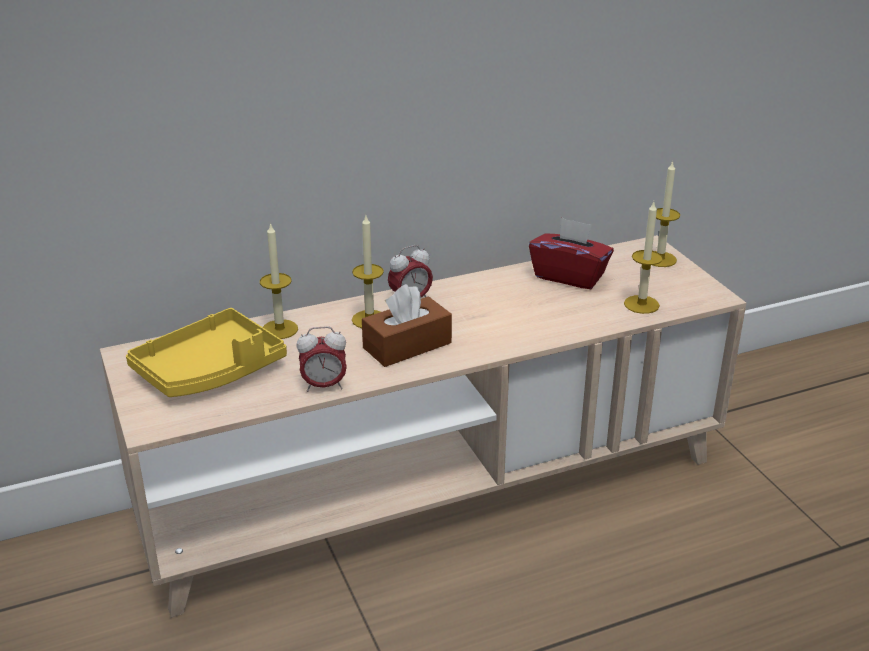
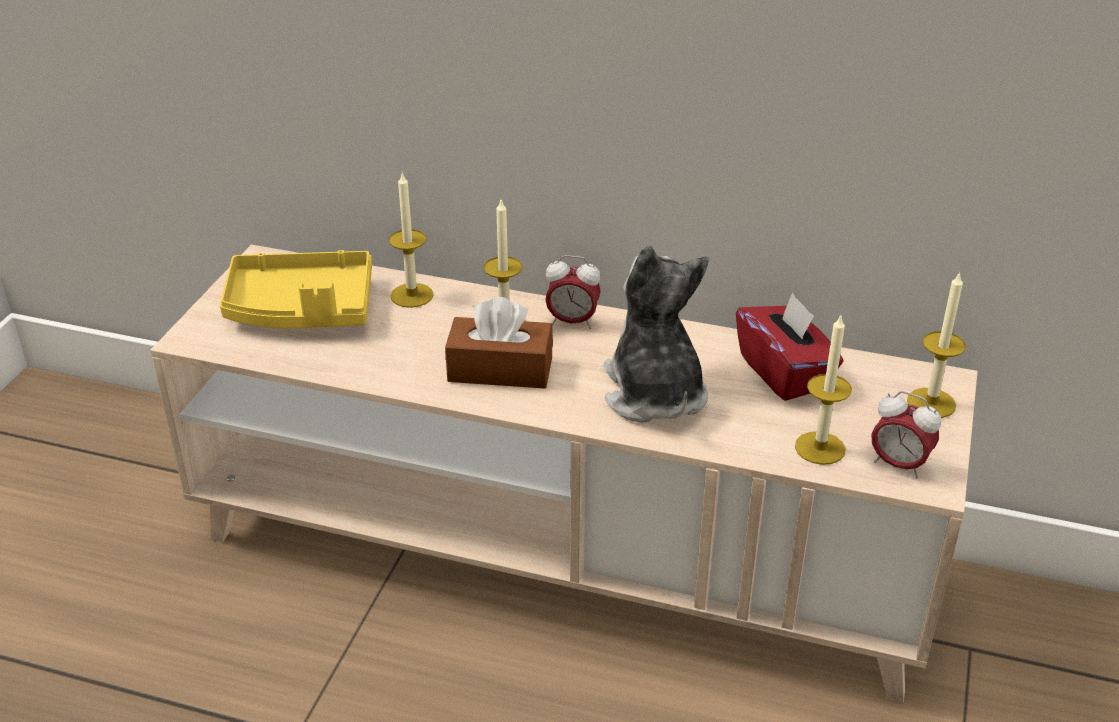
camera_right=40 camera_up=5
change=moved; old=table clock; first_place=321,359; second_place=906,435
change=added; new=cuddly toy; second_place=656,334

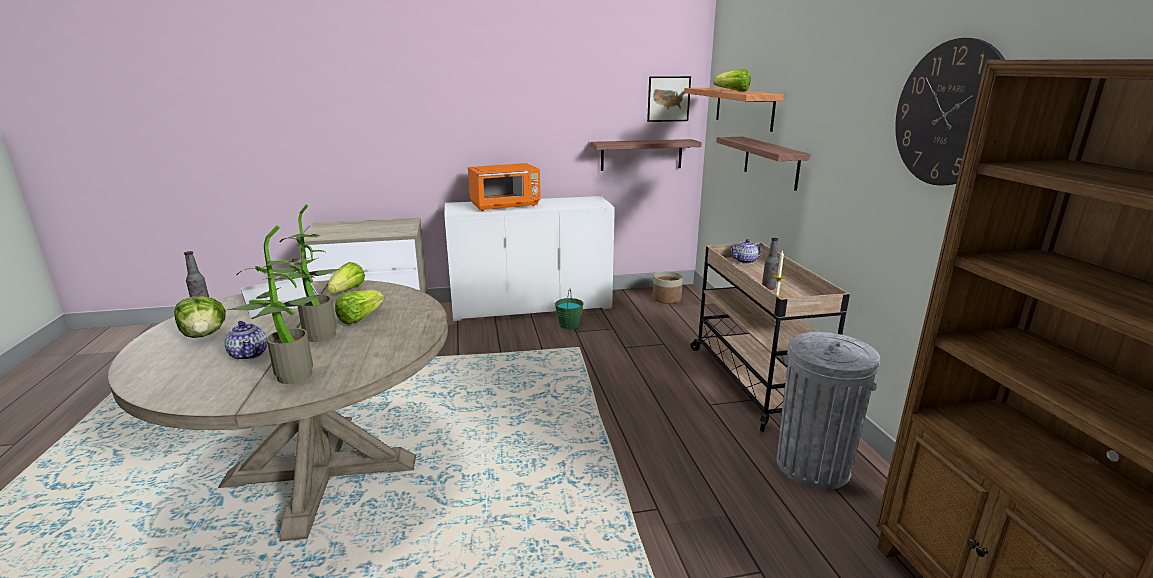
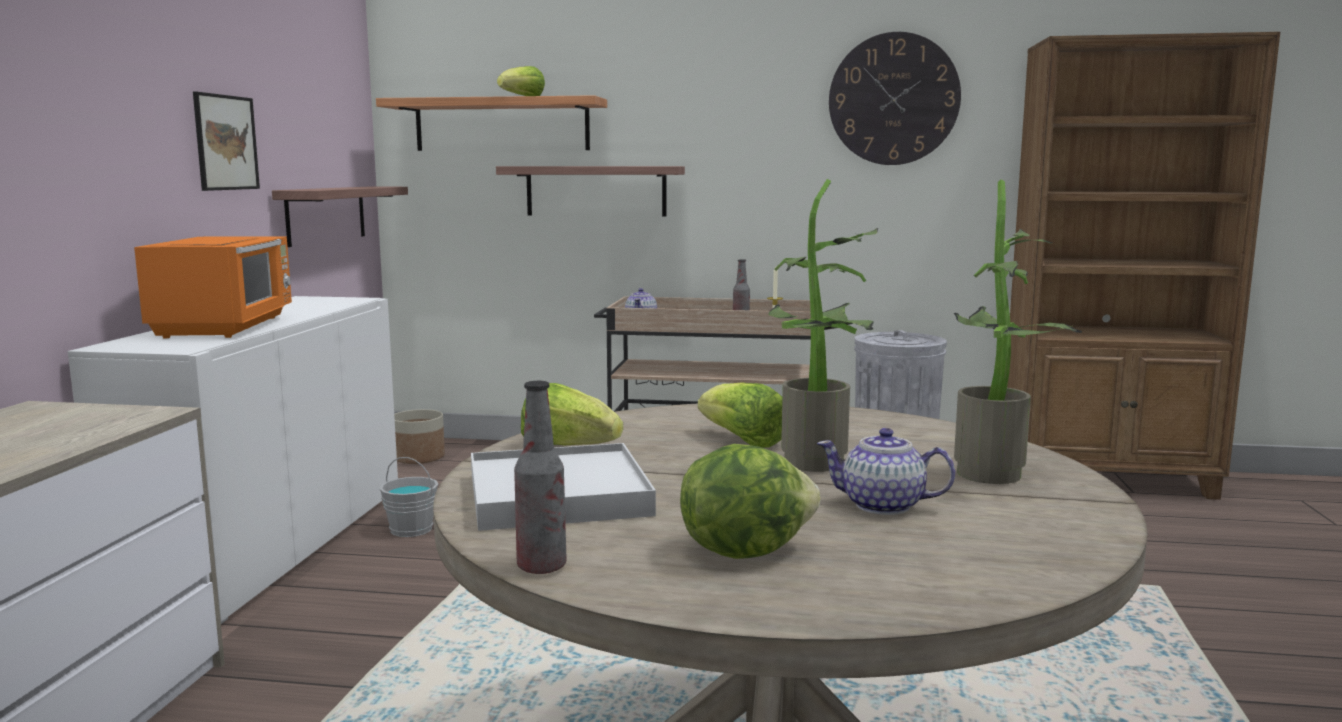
camera_right=-70 camera_up=-10
change=turned; old=teapot; first_place=245,340; second_place=886,471; degrees=-150
change=recoloured; old=pail (green-coloured); new=pail (gray); first_place=569,309; second_place=409,497
change=moved; old=picture; first_place=669,99; second_place=226,141

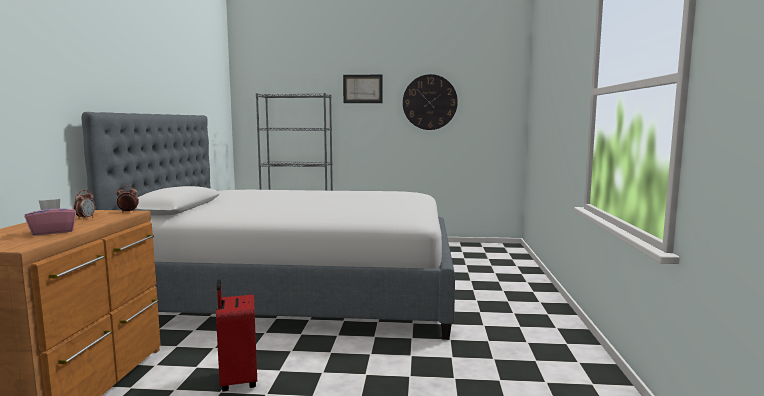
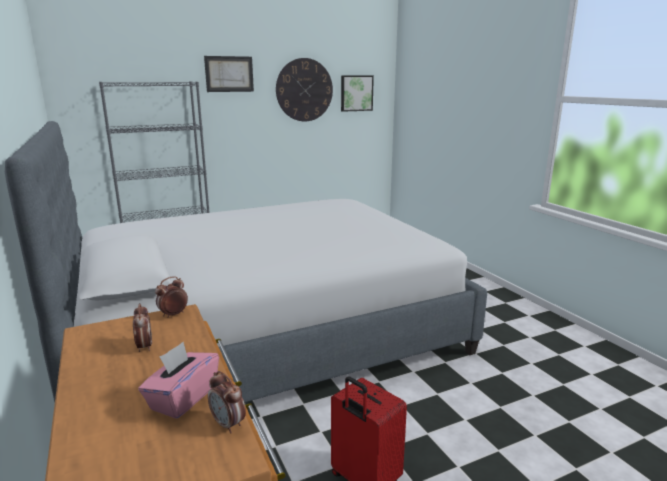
camera_right=-30 camera_up=10
change=added; new=table clock; second_place=227,402
change=added; new=picture; second_place=357,93

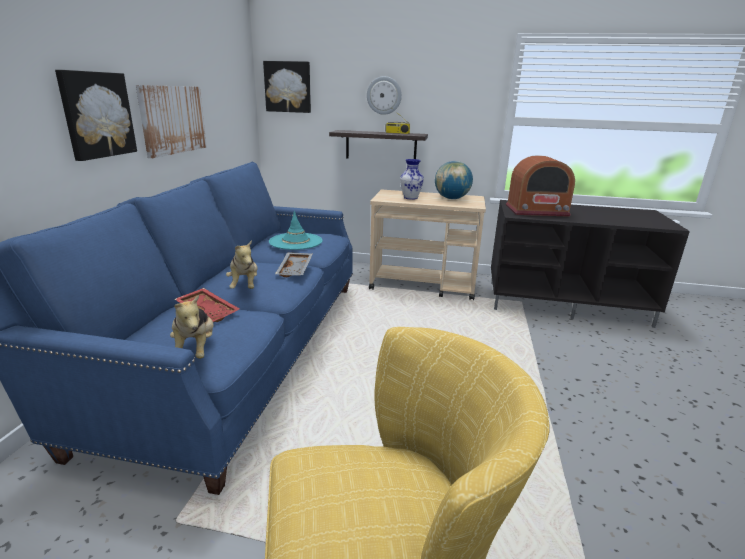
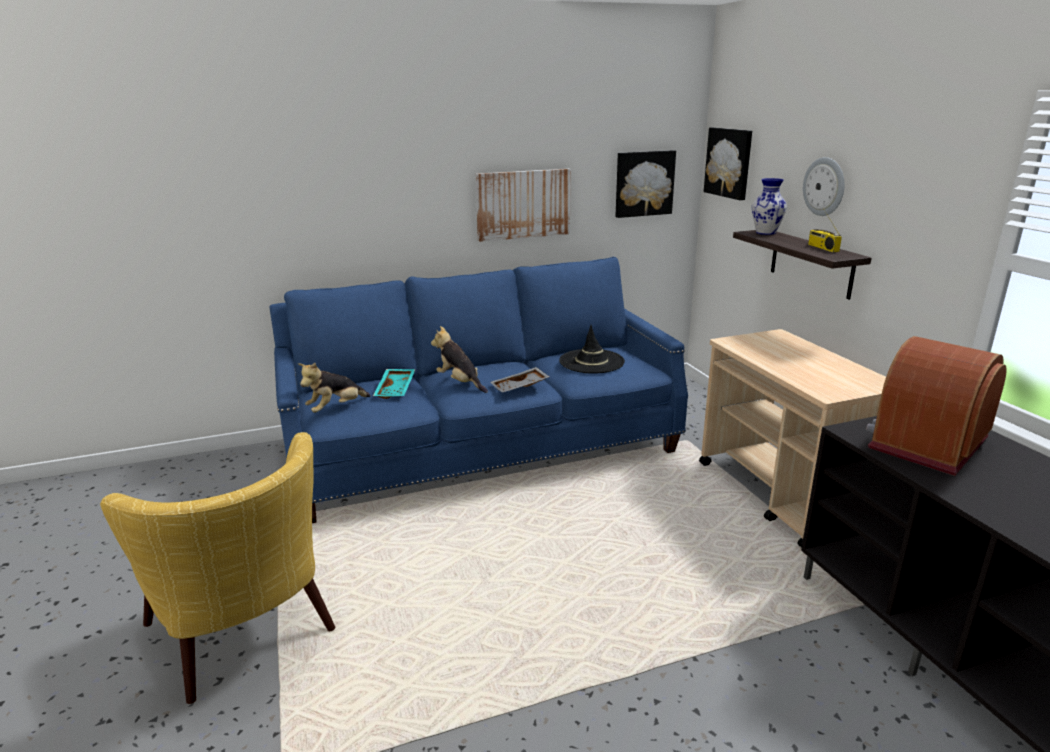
camera_right=60 camera_up=0
change=moved; old=picture; first_place=96,115; second_place=646,184
change=recoloured; old=carrying tray (red-coloured); new=carrying tray (turquoise-coloured); first_place=207,305; second_place=394,384
change=turned; old=cuddly toy; first_place=242,264; second_place=459,359; degrees=90
change=recoloured; old=clothing hat (turquoise-coloured); new=clothing hat (blackish); first_place=296,230; second_place=592,349
change=moved; old=vase; first_place=412,179; second_place=769,206
change=removed; old=globe; first_place=454,180
change=turned; old=radio; first_place=540,186; second_place=936,406; degrees=75

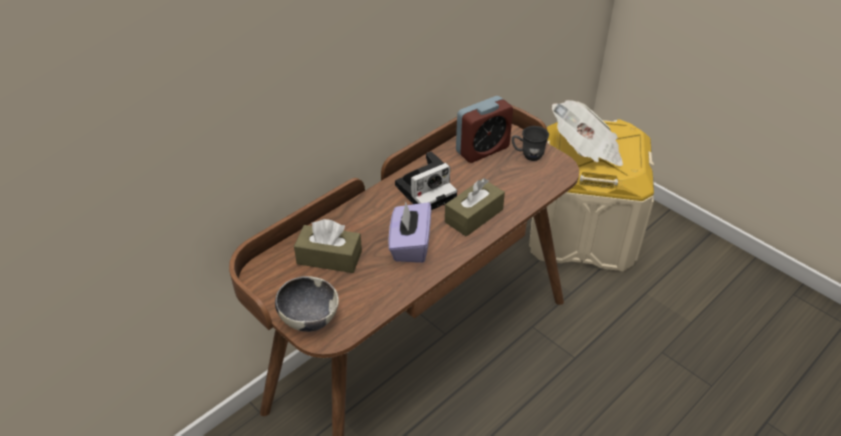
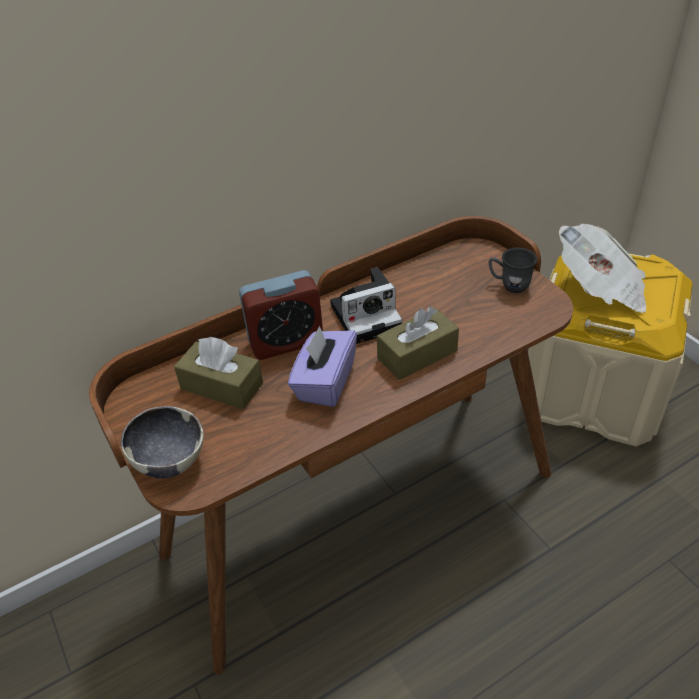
camera_right=15 camera_up=0
change=moved; old=table clock; first_place=484,129; second_place=281,315

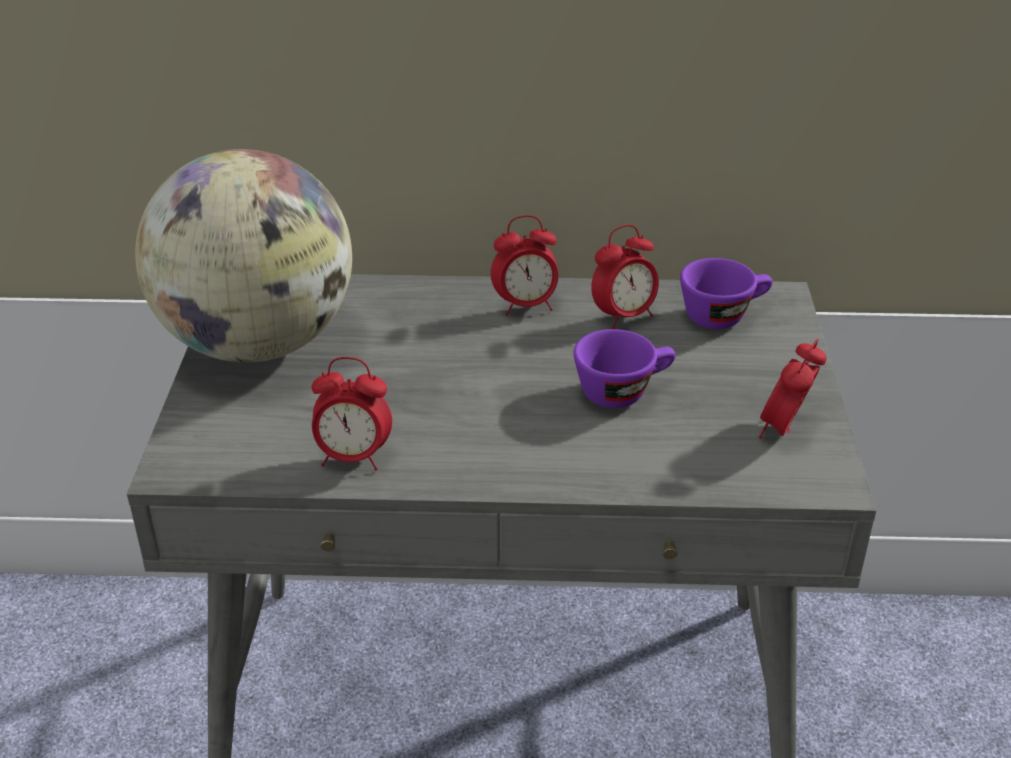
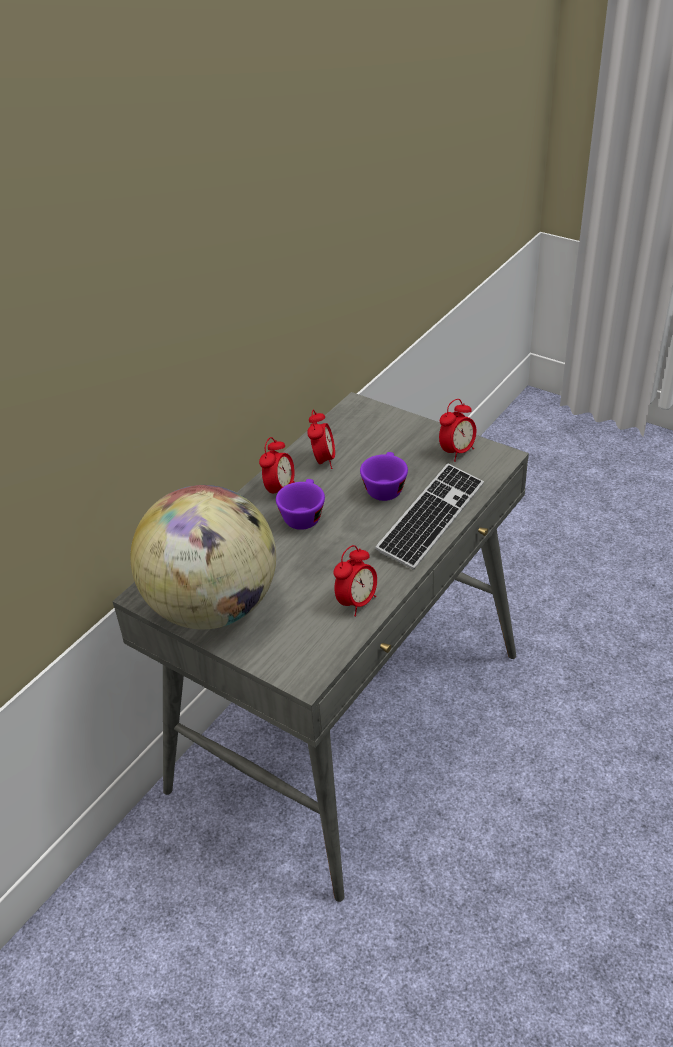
camera_right=-55 camera_up=5
change=moved; old=cup (purplish); first_place=726,293; second_place=300,504
change=turned; old=table clock; first_place=793,389; second_place=457,430; degrees=-105
change=added; new=PC keyboard; second_place=429,517

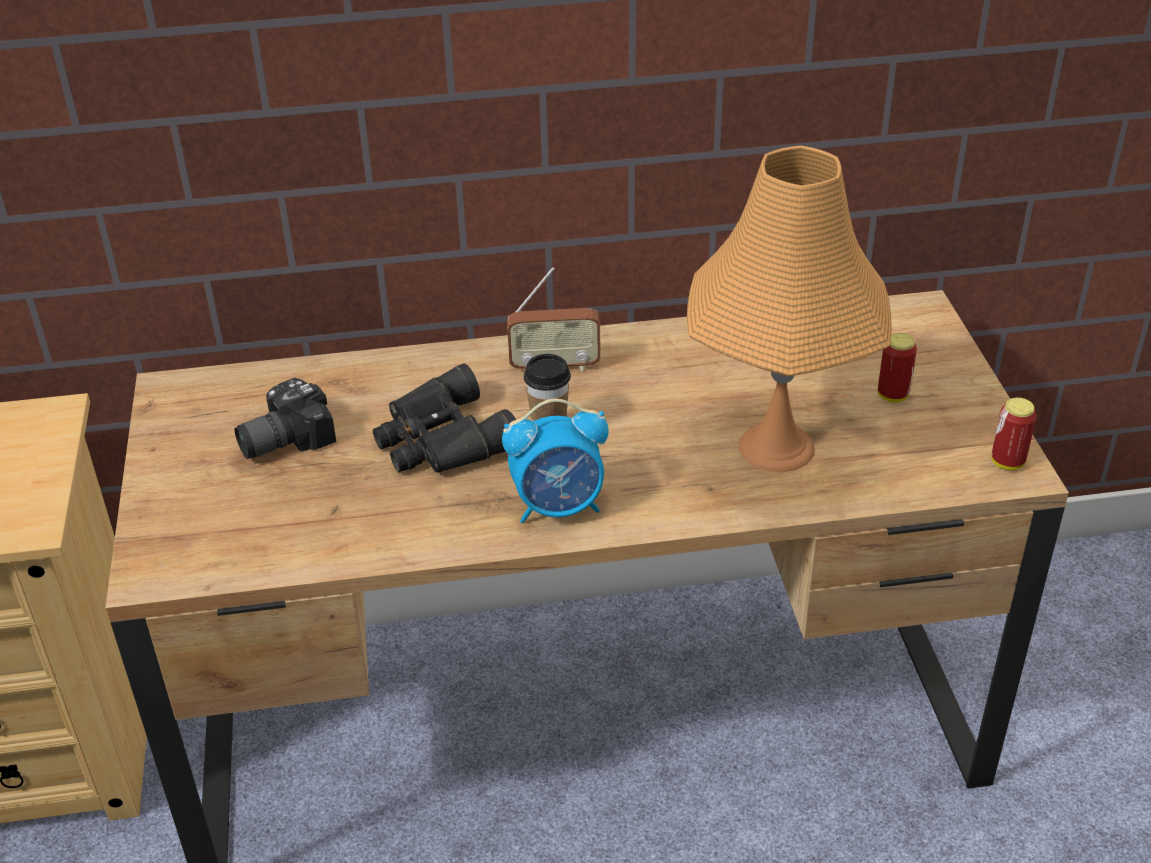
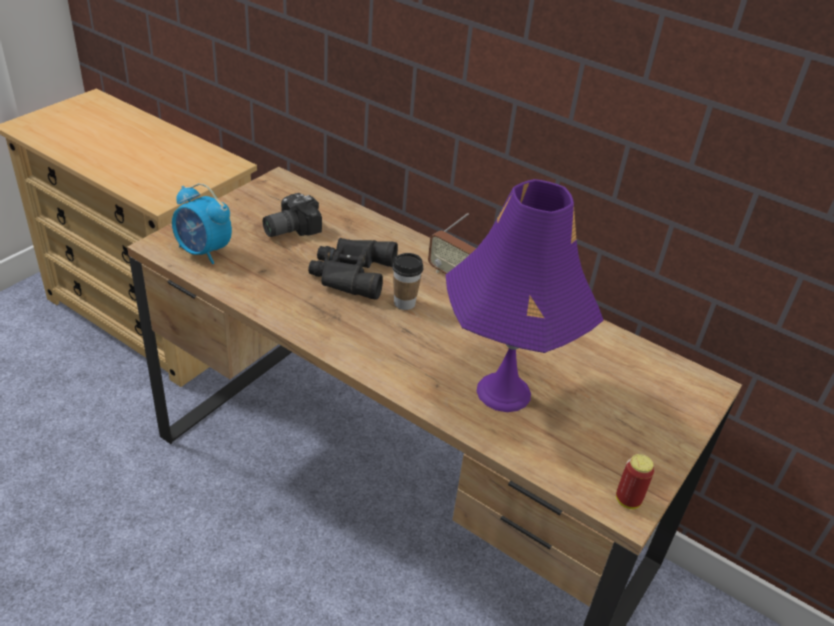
camera_right=40 camera_up=0
change=turned; old=photo camera; first_place=285,418; second_place=292,215; degrees=-45
change=moved; old=table clock; first_place=555,461; second_place=202,223
change=recoloured; old=tabletop lamp (orange-coloured); new=tabletop lamp (purplish); first_place=789,309; second_place=525,295
change=removed; old=metal can; first_place=897,367

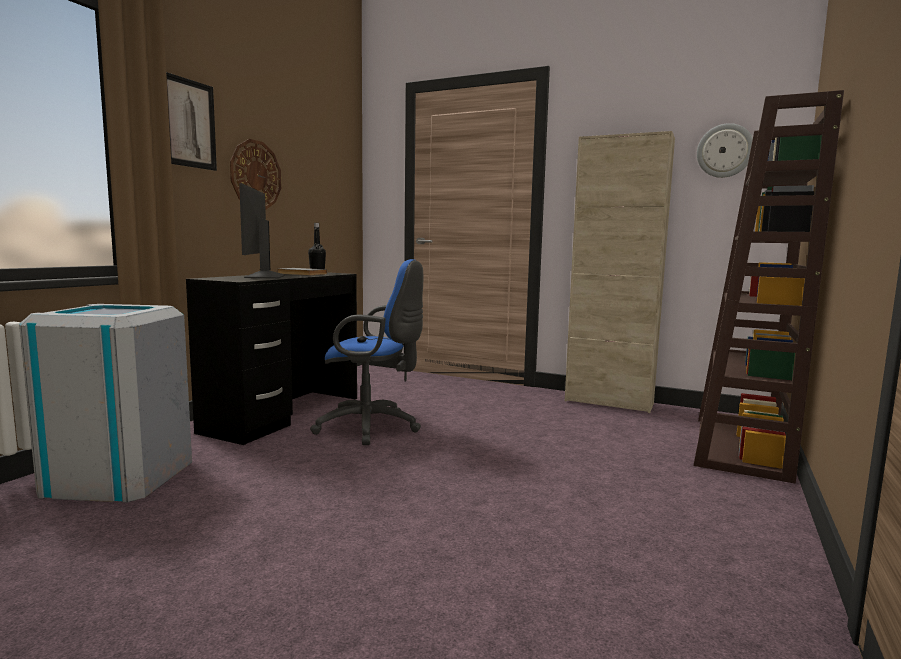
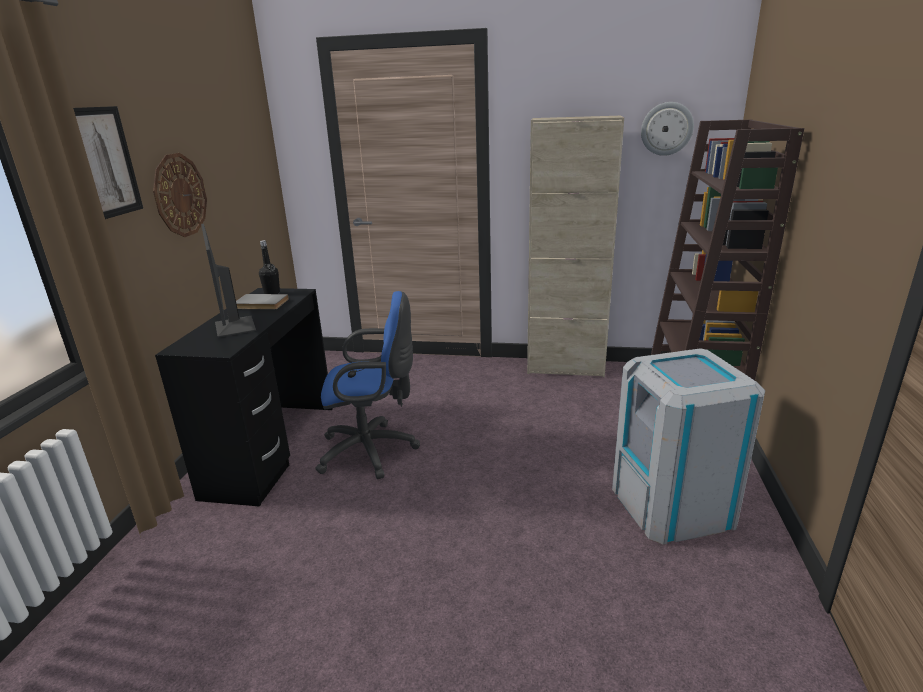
camera_right=-15 camera_up=15
change=moved; old=rubbish bin (gray); first_place=105,403; second_place=688,446

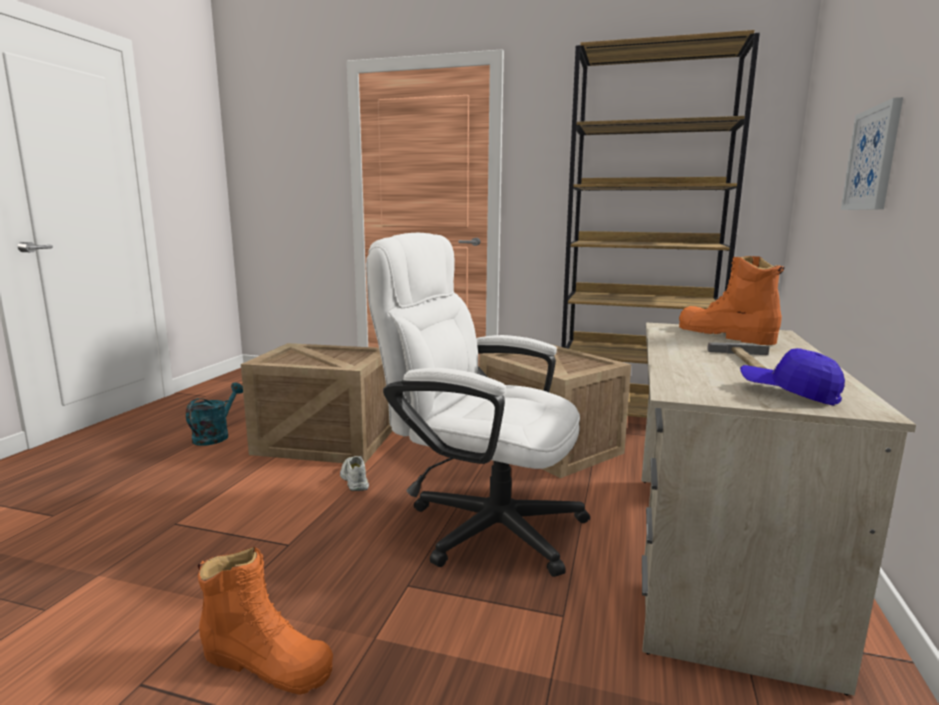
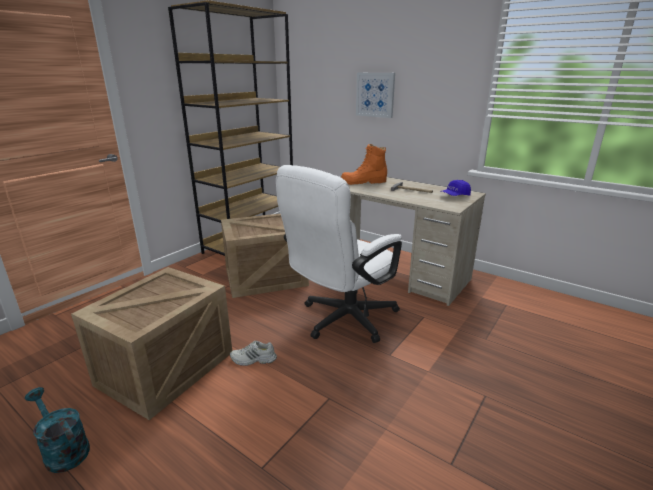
camera_right=-70 camera_up=10
change=removed; old=high-top boot (orange-coloured); first_place=265,621

